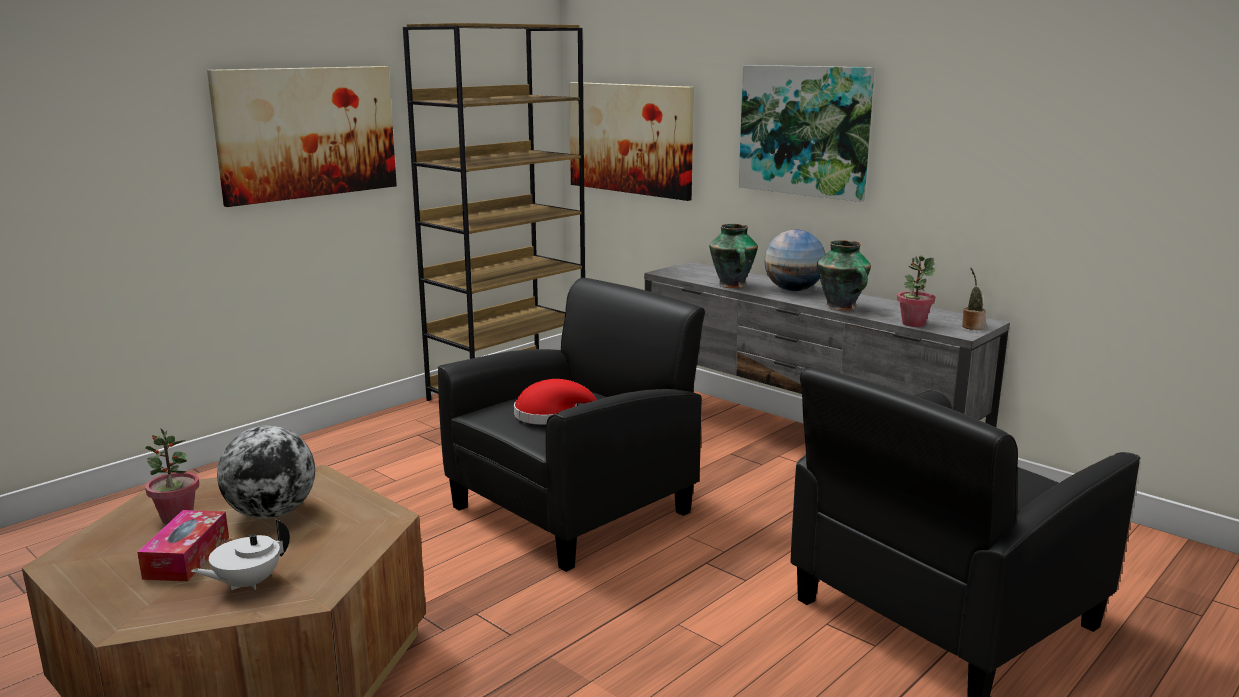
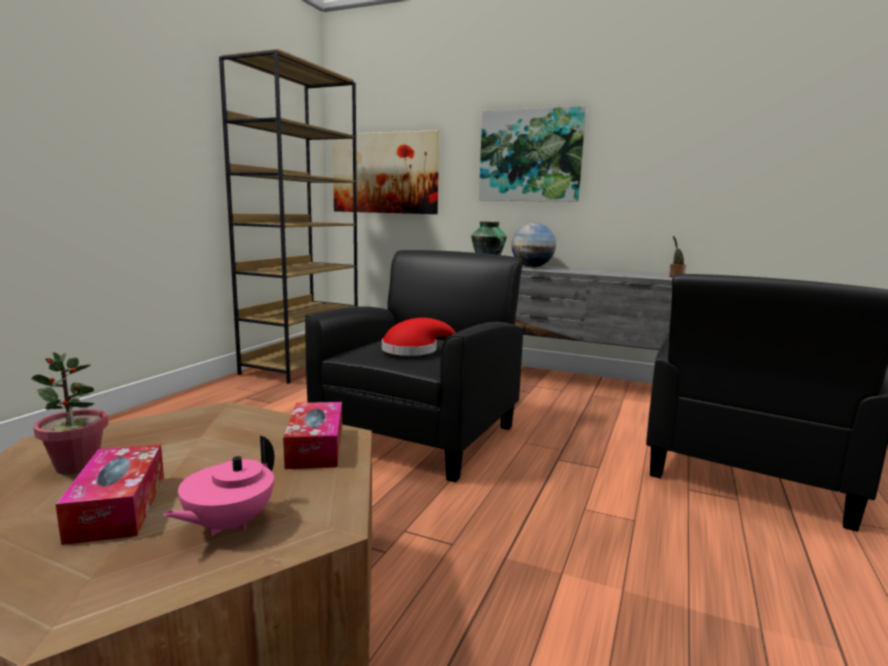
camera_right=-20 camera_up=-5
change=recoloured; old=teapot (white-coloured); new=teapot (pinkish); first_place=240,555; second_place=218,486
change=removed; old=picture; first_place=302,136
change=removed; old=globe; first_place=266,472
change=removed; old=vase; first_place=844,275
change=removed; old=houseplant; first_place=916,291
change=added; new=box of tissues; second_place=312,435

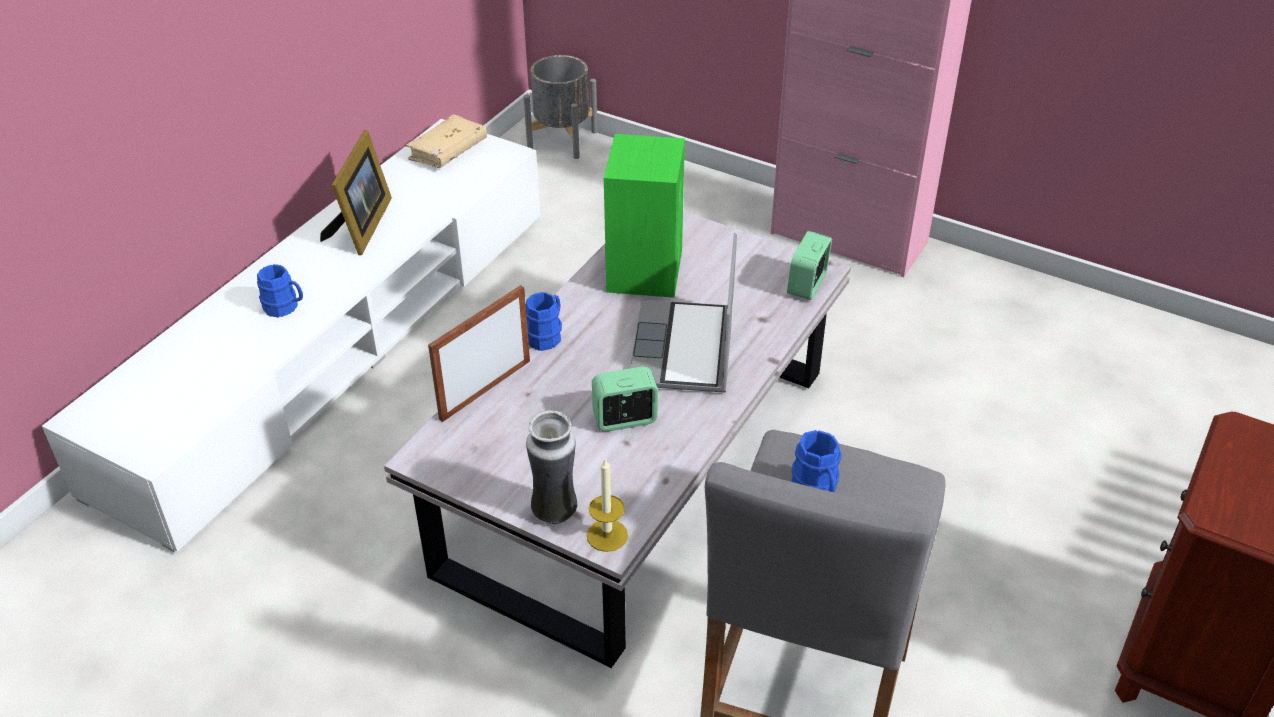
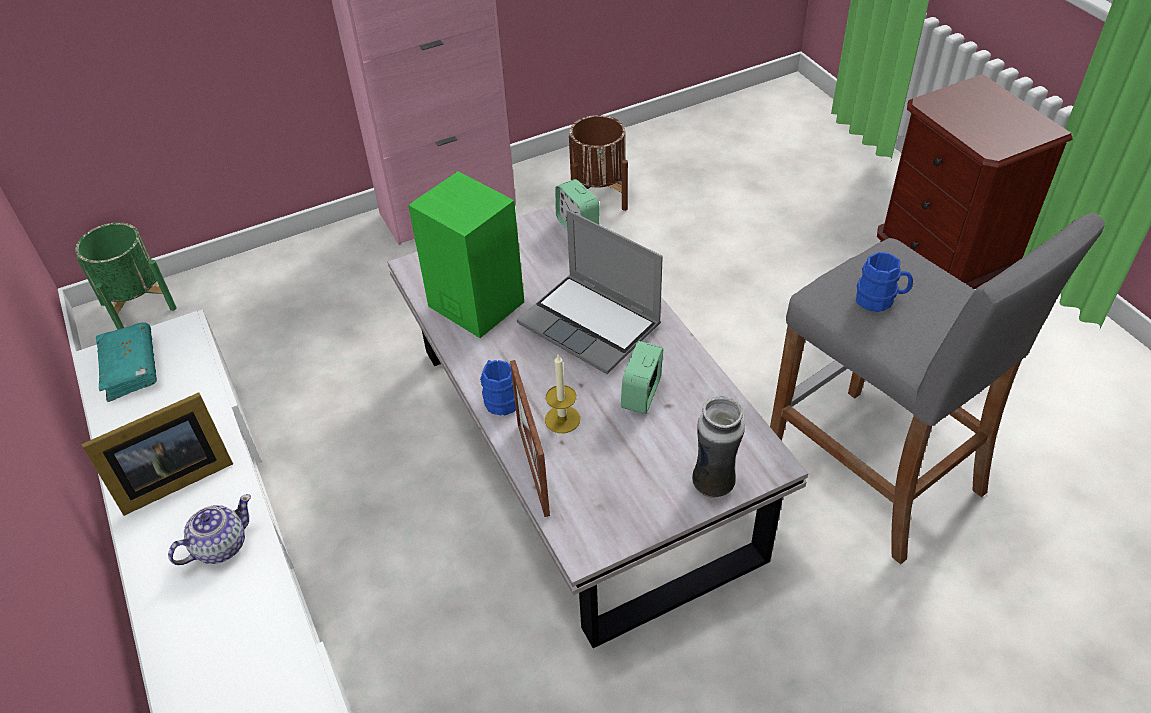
camera_right=-55 camera_up=5
change=removed; old=tea mug (bluish); first_place=280,291
change=turned; old=standing frame; first_place=356,192; second_place=157,454; degrees=105
change=recoloured; old=volume (sand-coloured); new=volume (turquoise-coloured); first_place=446,141; second_place=126,362
change=recoloured; old=planter (gray); new=planter (green-coloured); first_place=560,107; second_place=126,276
change=moved; old=candle; first_place=607,505; second_place=562,394
change=added; new=teapot; second_place=209,529
change=added; new=planter (brownish); second_place=598,163

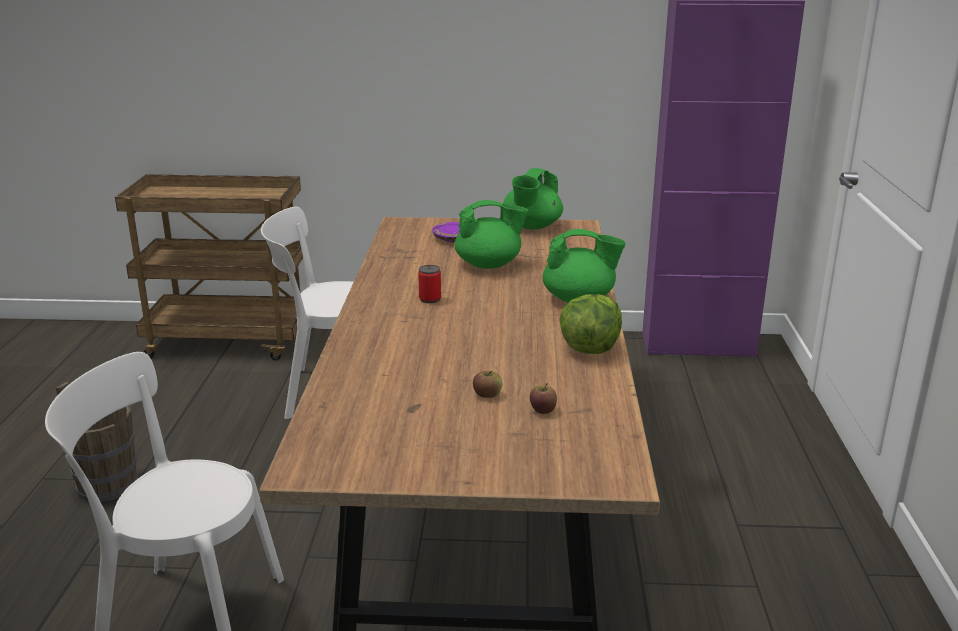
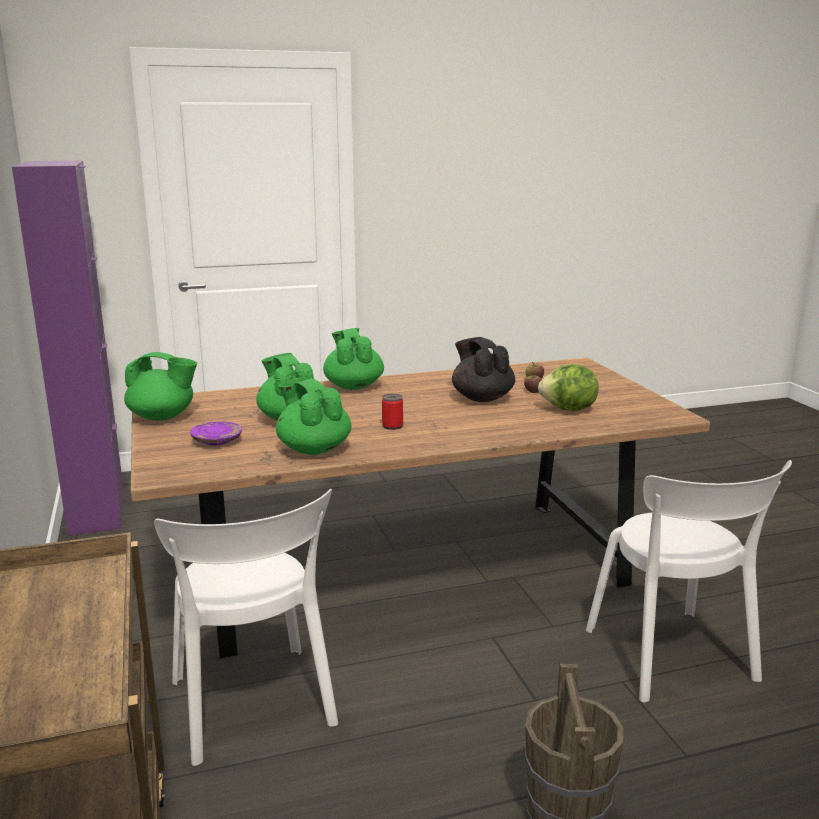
camera_right=-110 camera_up=-5
change=moved; old=head of lettuce; first_place=591,324; second_place=568,387
change=added; new=teapot (green-coloured); second_place=314,415
change=added; new=teapot (blackish); second_place=483,369

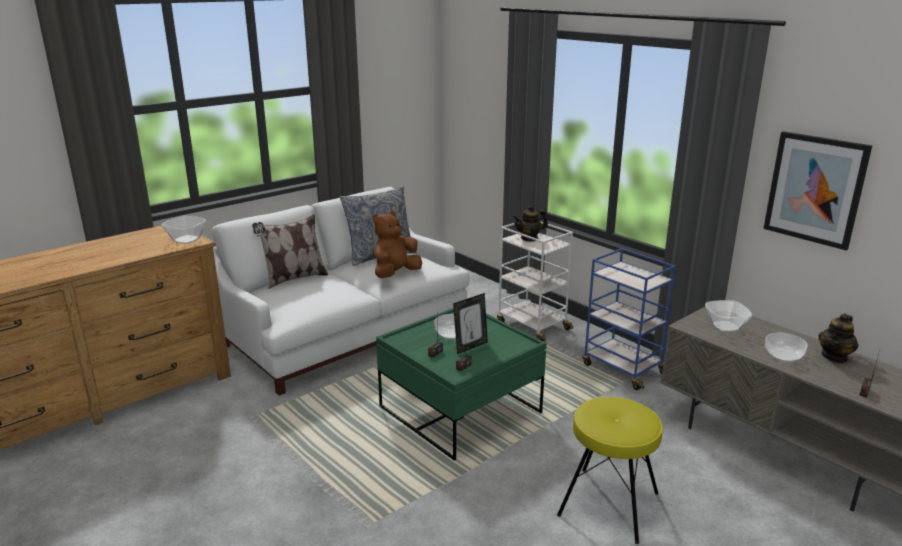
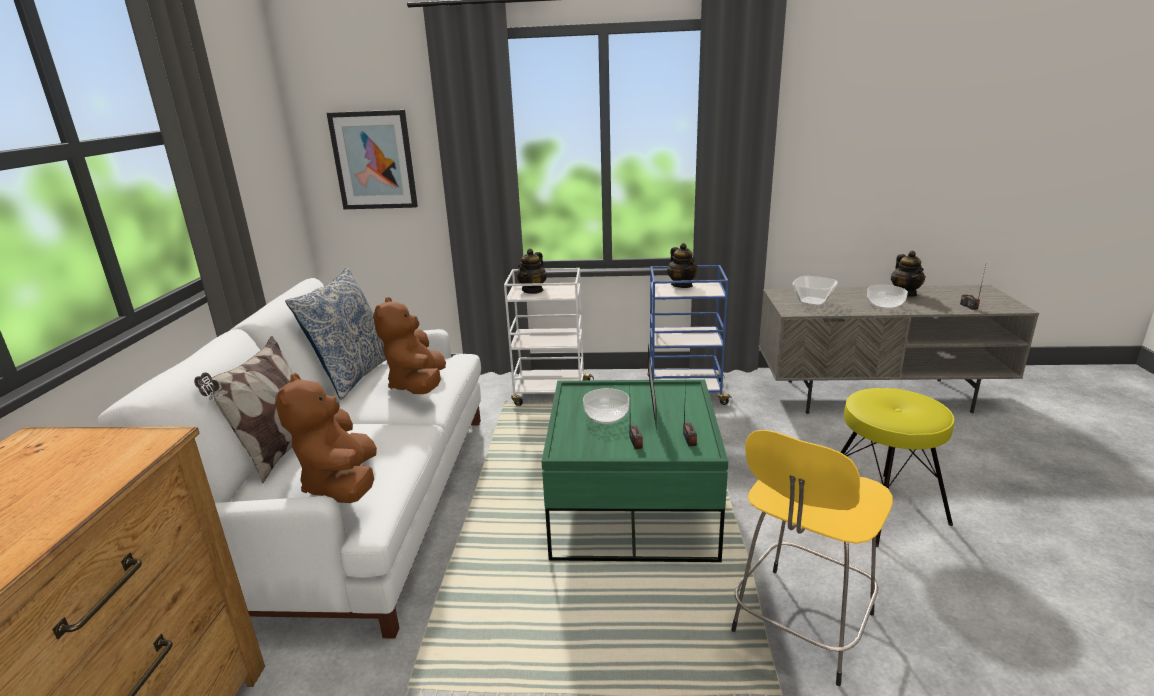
camera_right=-45 camera_up=0
change=removed; old=bowl; first_place=183,230
change=moved; old=picture; first_place=817,190; second_place=372,159
change=added; new=cuddly toy (brownish); second_place=326,438
change=added; new=teapot; second_place=682,265
change=added; new=stool seat (yellowish); second_place=812,558

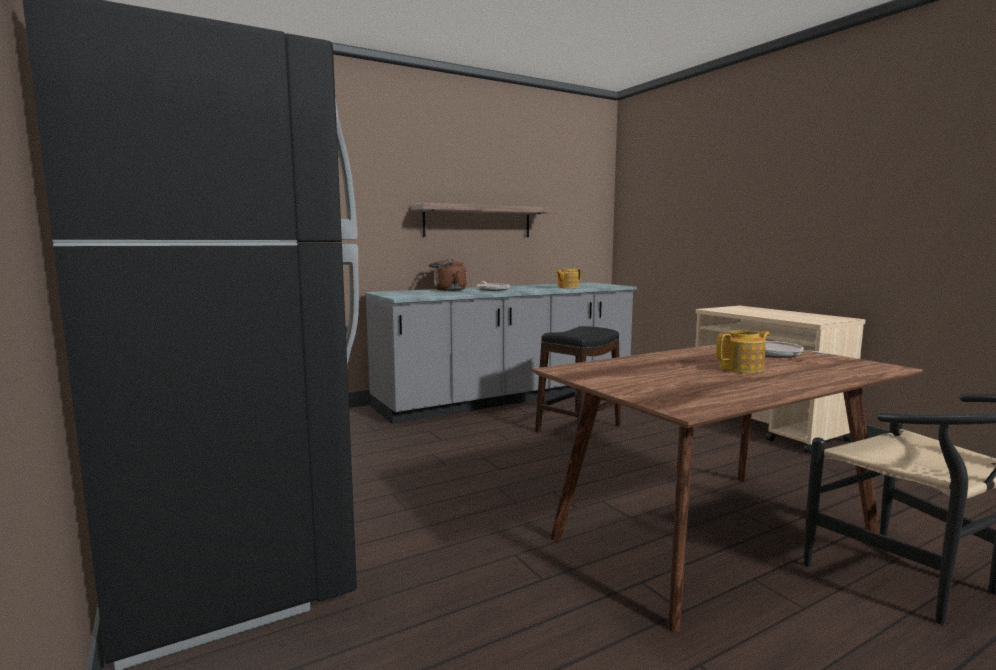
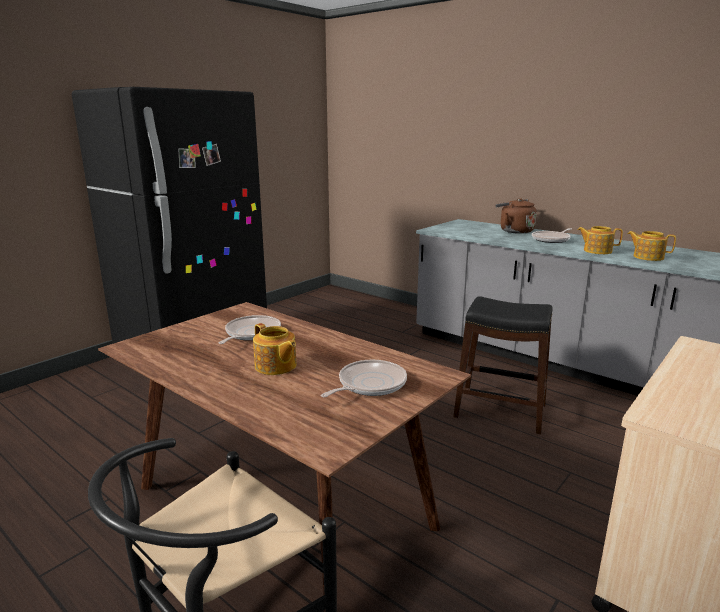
camera_right=70 camera_up=10
change=removed; old=bracket shelf; first_place=482,220
change=added; new=frying pan; second_place=250,329
change=added; new=teapot; second_place=600,240

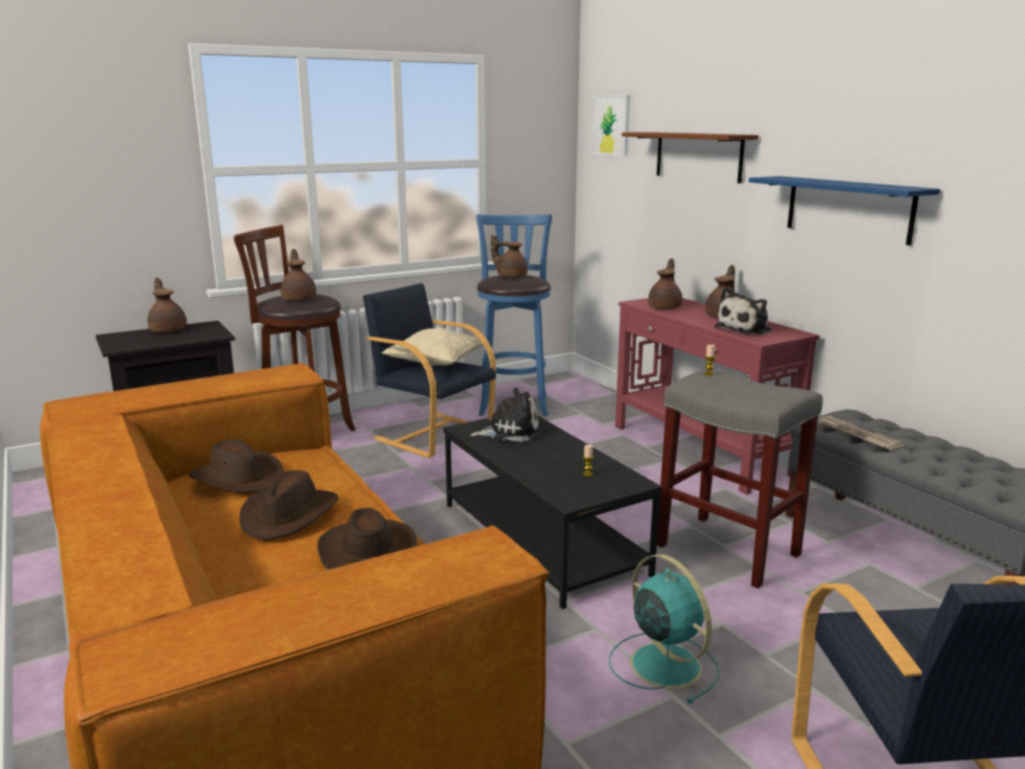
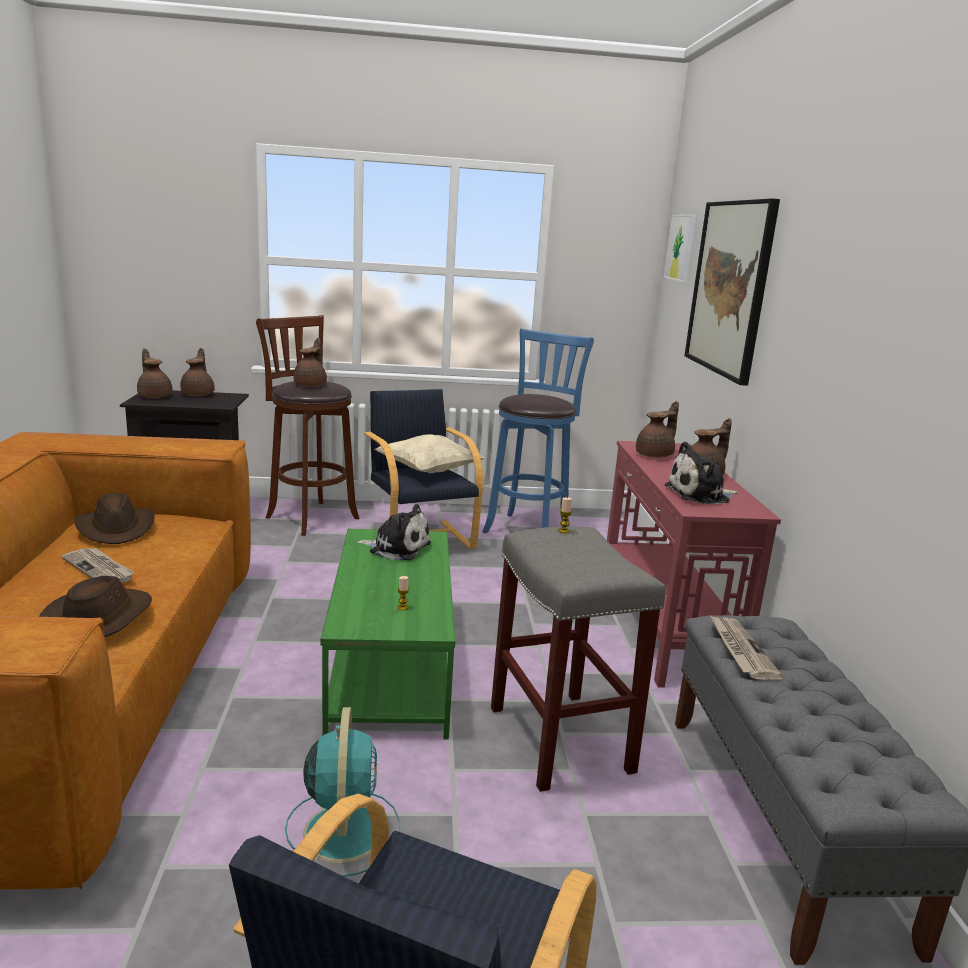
camera_right=25 camera_up=0
change=replaced; old=clothing hat (brownish); new=newspaper; first_place=289,505; second_place=98,565
change=recoloured; old=low table (blackish); new=low table (green-coloured); first_place=552,512; second_place=388,634
change=moved; old=teapot (brownish); first_place=509,256; second_place=154,373
change=replaced; old=bracket shelf (brownish); new=picture; first_place=690,157; second_place=732,292
change=removed; old=bracket shelf (bluish); first_place=844,211

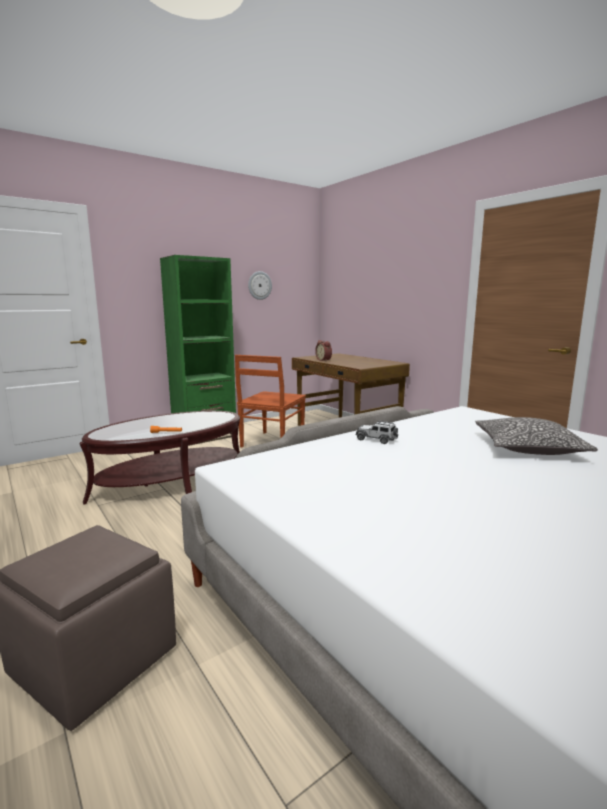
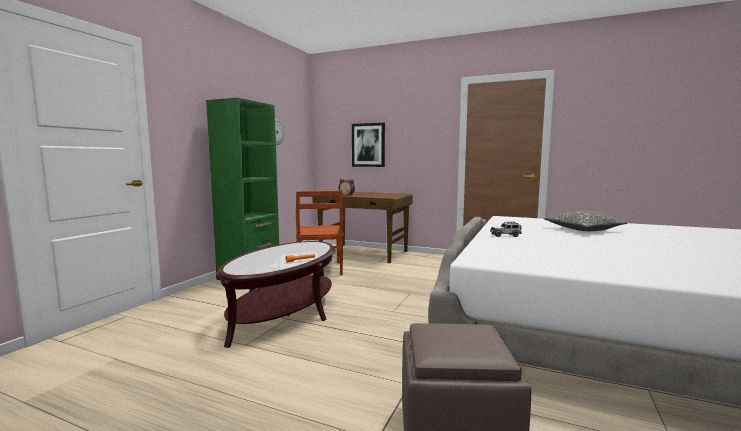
camera_right=-30 camera_up=-5
change=added; new=picture; second_place=368,145

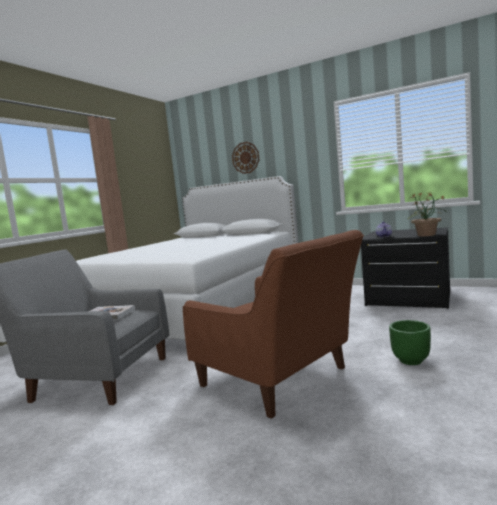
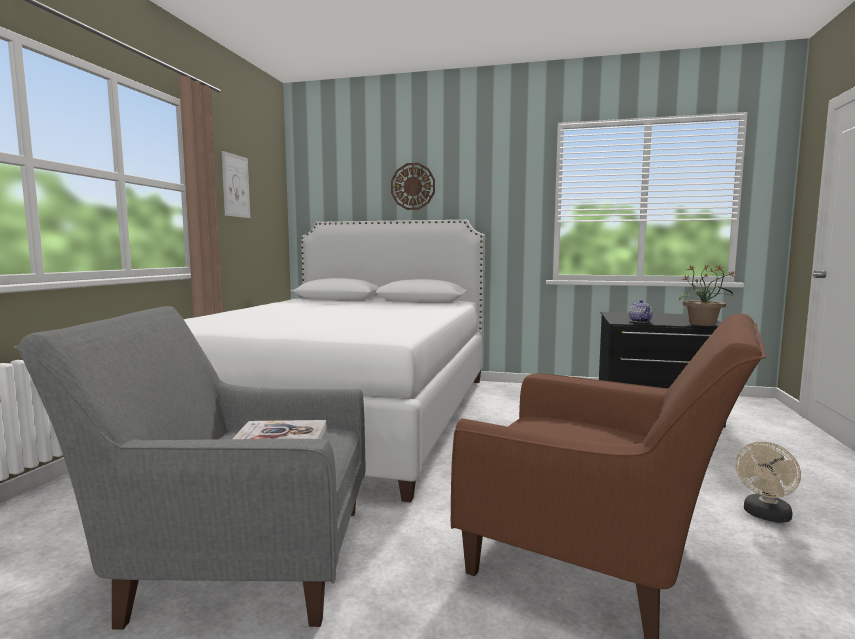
camera_right=-15 camera_up=0
change=replaced; old=planter (green-coloured); new=cooling fan (sand-coloured); first_place=410,342; second_place=768,482
change=added; new=picture; second_place=236,184

